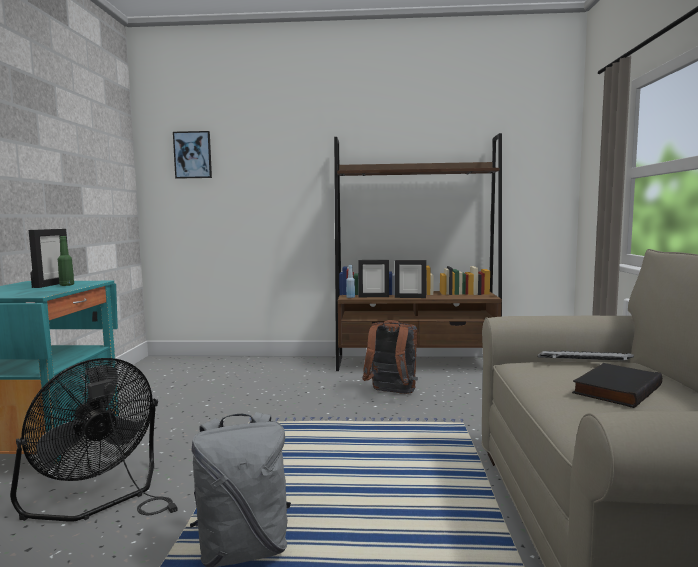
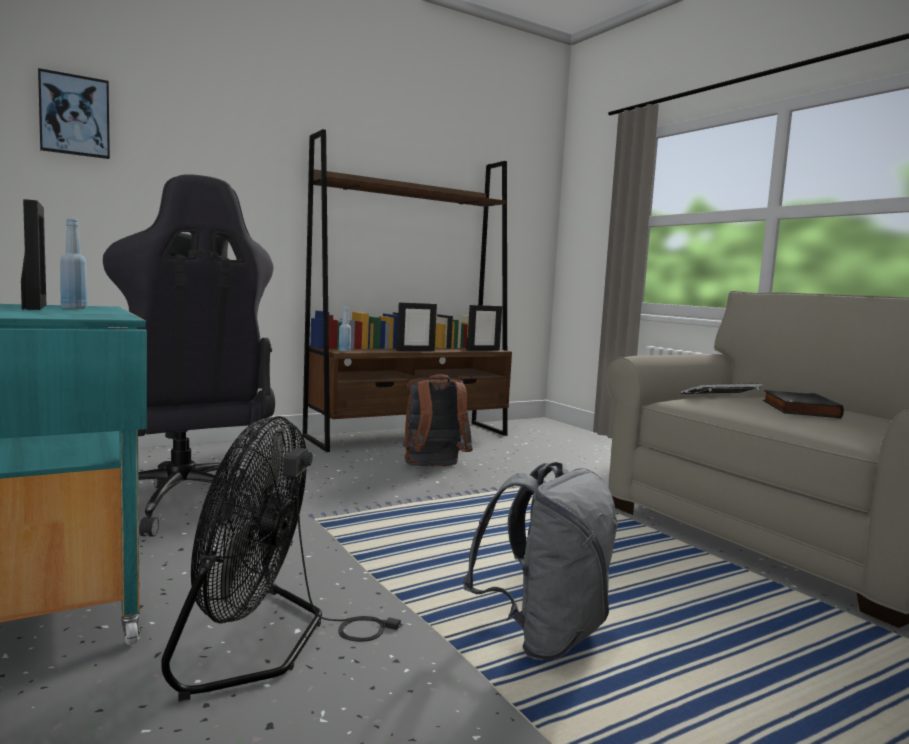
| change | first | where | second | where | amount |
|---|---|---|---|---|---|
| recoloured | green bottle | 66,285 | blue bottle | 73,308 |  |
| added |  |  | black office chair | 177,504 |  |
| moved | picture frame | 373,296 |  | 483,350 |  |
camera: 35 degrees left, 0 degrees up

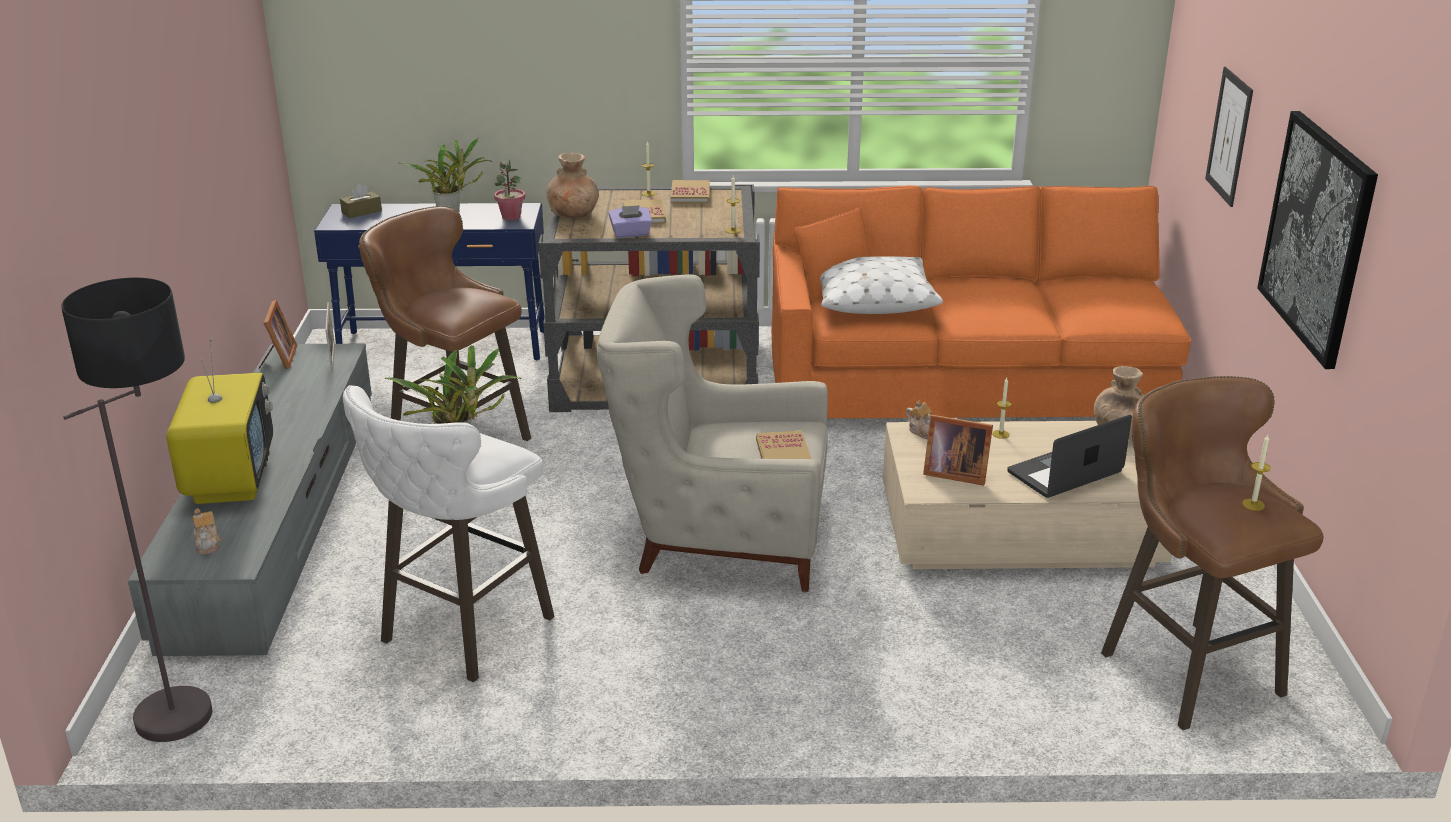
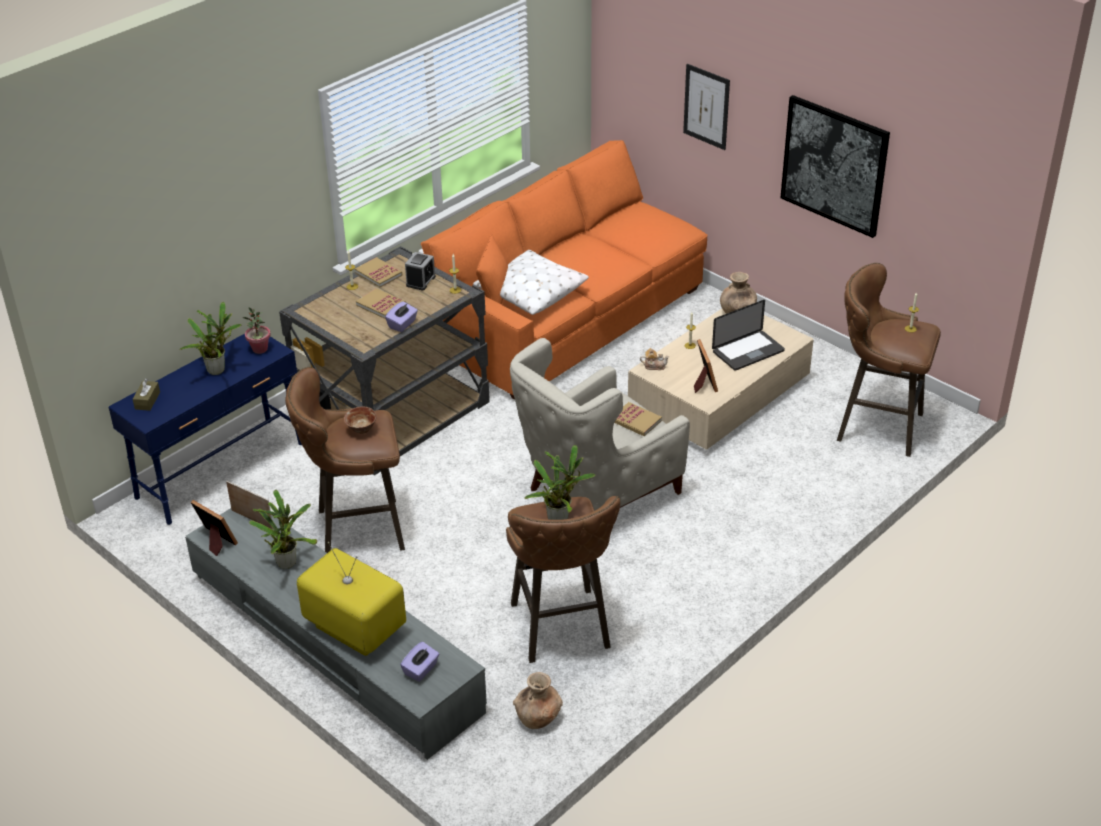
| change | first | where | second | where | amount |
|---|---|---|---|---|---|
| added |  |  | potted plant | 287,561 |  |
| added |  |  | bowl | 362,429 |  |
| replaced | teapot | 208,544 | purple tissue box | 421,670 |  |
| added |  |  | alarm clock | 420,281 |  |
| recoloured | white stool | 462,633 | brown stool | 561,629 |  |
| moved | brown vase | 574,214 |  | 538,717 |  |
| turned | picture frame | 953,473 |  | 703,382 | 75 degrees counterclockwise |
| turned | laptop | 1065,472 |  | 748,351 | 135 degrees counterclockwise |
| removed | black floor lamp | 194,706 |  |  |  |
camera: 45 degrees left, 10 degrees up

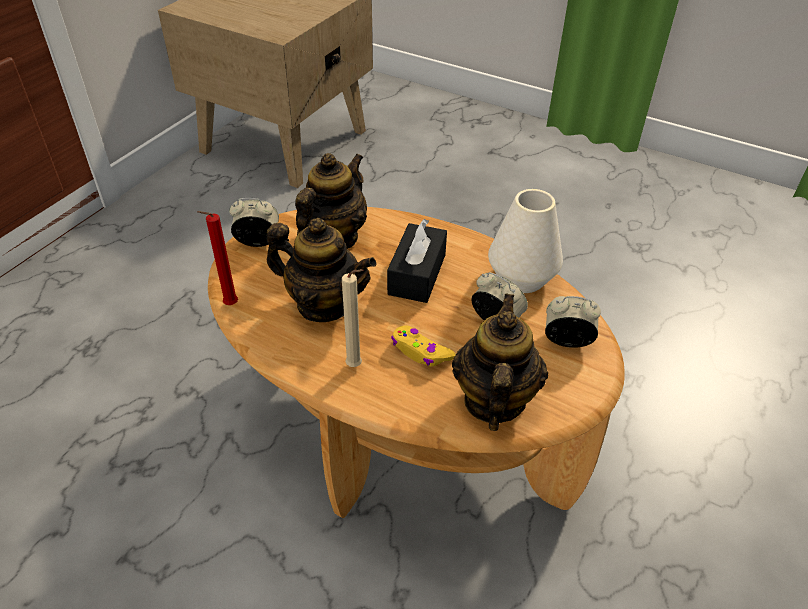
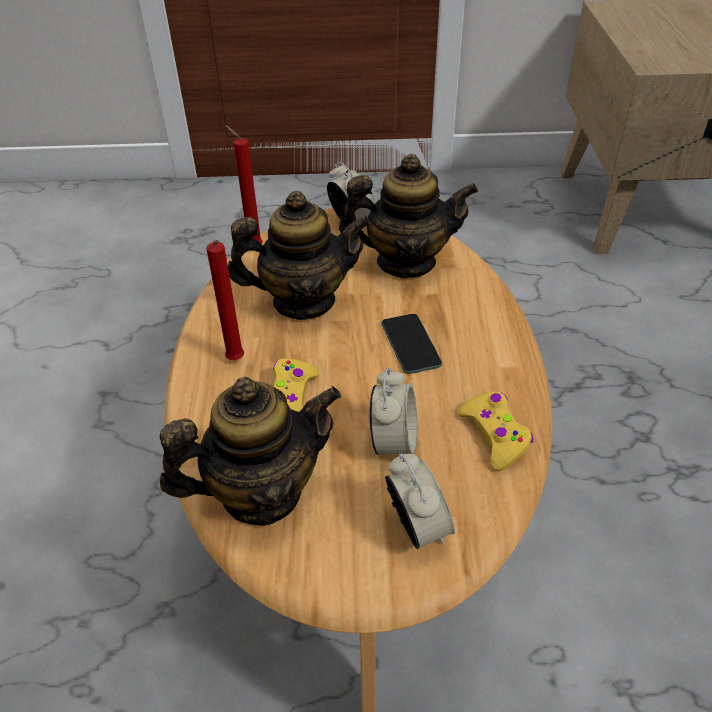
| change | first | where | second | where | amount |
|---|---|---|---|---|---|
| recoloured | beige candle | 356,366 | red candle | 235,361 |  |
| turned | teapot | 324,305 |  | 303,301 | 90 degrees counterclockwise |
| replaced | black tissue box | 417,274 | phone | 410,344 |  |
| replaced | white vase | 521,277 | yellow game controller | 494,435 |  |
camera: 60 degrees right, 0 degrees up

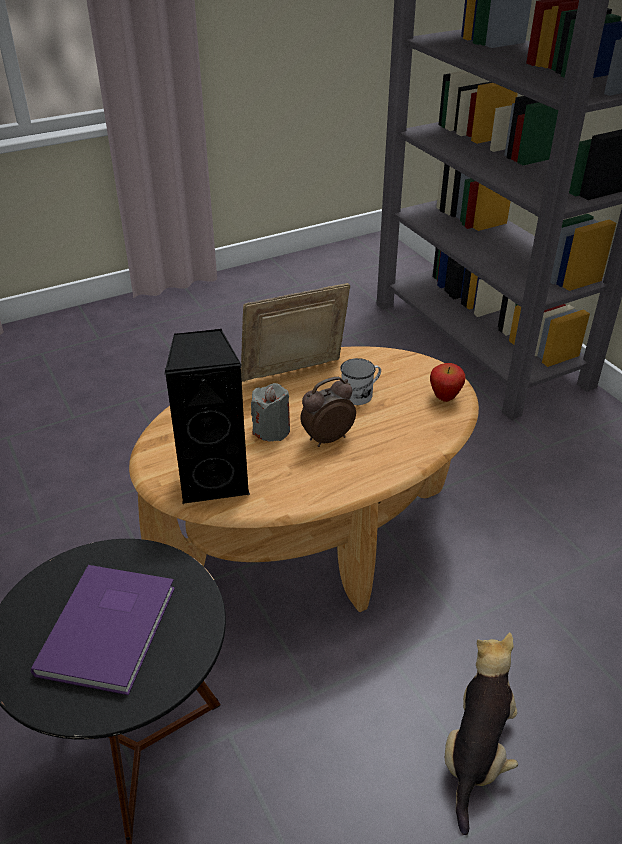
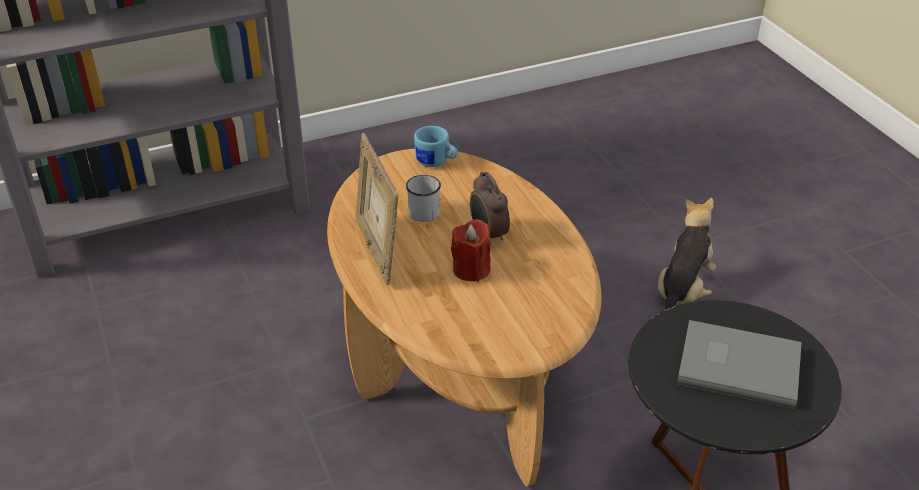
| change | first | where | second | where | amount |
|---|---|---|---|---|---|
| replaced | apple | 444,398 | blue mug | 436,163 |  |
| recoloured | grey candle | 271,430 | red candle | 471,269 |  |
| turned | plush toy | 476,753 |  | 682,293 | 90 degrees clockwise |
| recoloured | purple book | 112,628 | grey book | 737,364 |  |
| removed | black speaker | 214,480 |  |  |  |
camera: 85 degrees left, 0 degrees up

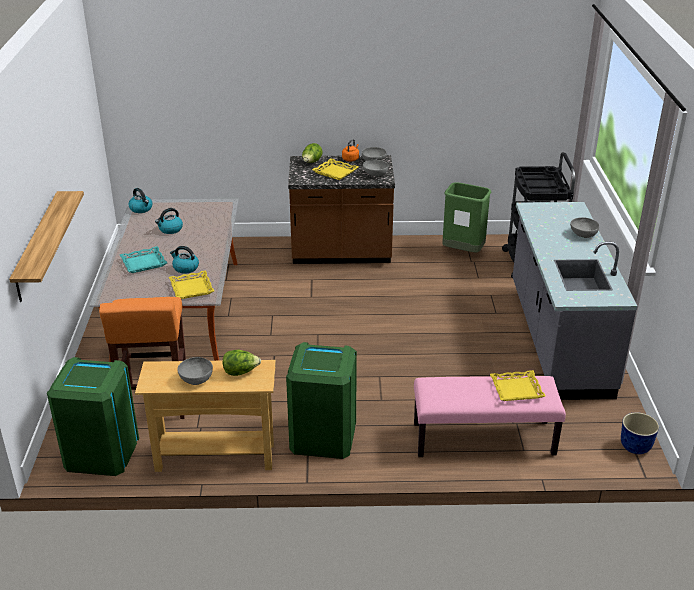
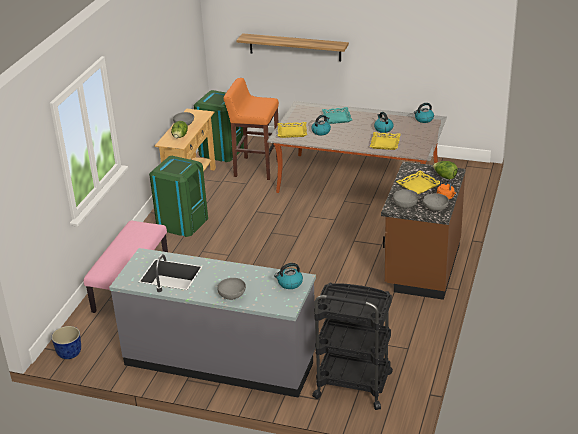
| change | first | where | second | where | amount |
|---|---|---|---|---|---|
| added |  |  | kettle | 289,283 |  |
| moved | yellow tray | 516,389 |  | 385,143 |  |
| removed | green trash can | 463,252 |  |  |  |
camera: 110 degrees right, 0 degrees up

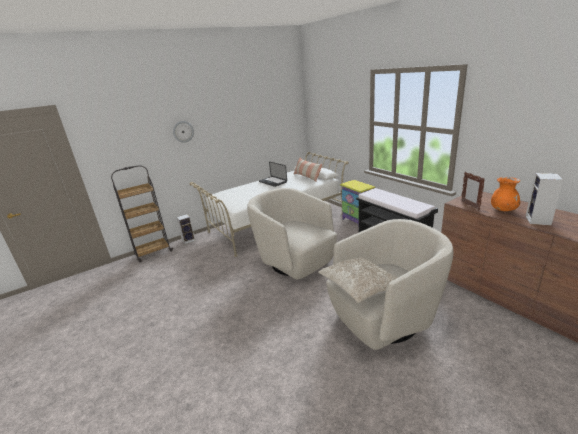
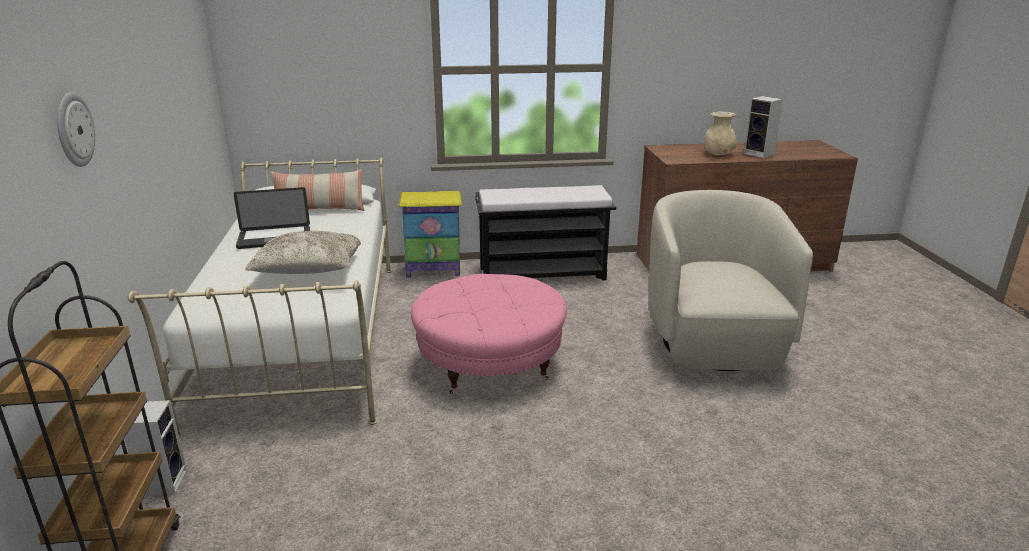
| change | first | where | second | where | amount |
|---|---|---|---|---|---|
| moved | beige pillow | 360,287 |  | 309,269 |  |
| replaced | beige armchair | 295,261 | pink ottoman | 489,362 |  |
| recoloured | orange vase | 503,210 | beige vase | 718,154 |  |
| removed | picture frame | 470,205 |  |  |  |
camera: 65 degrees left, 0 degrees up

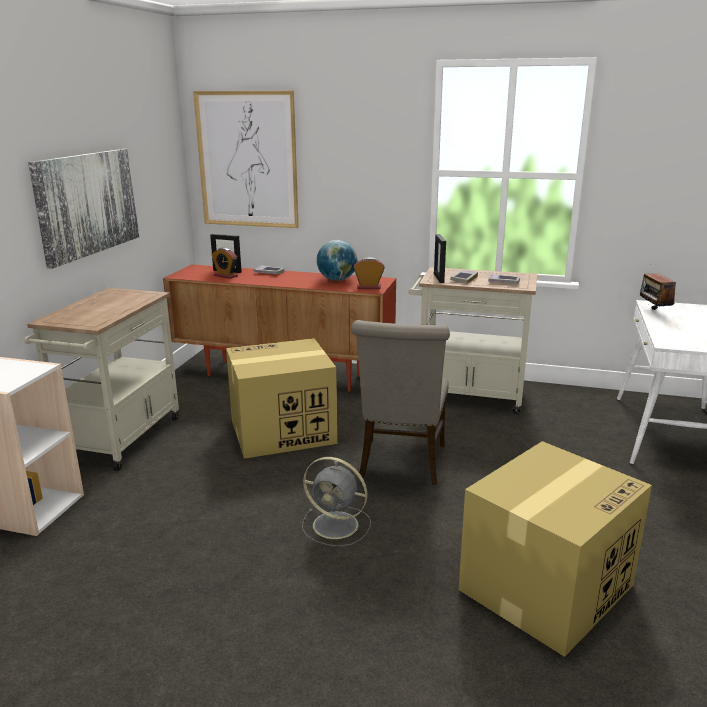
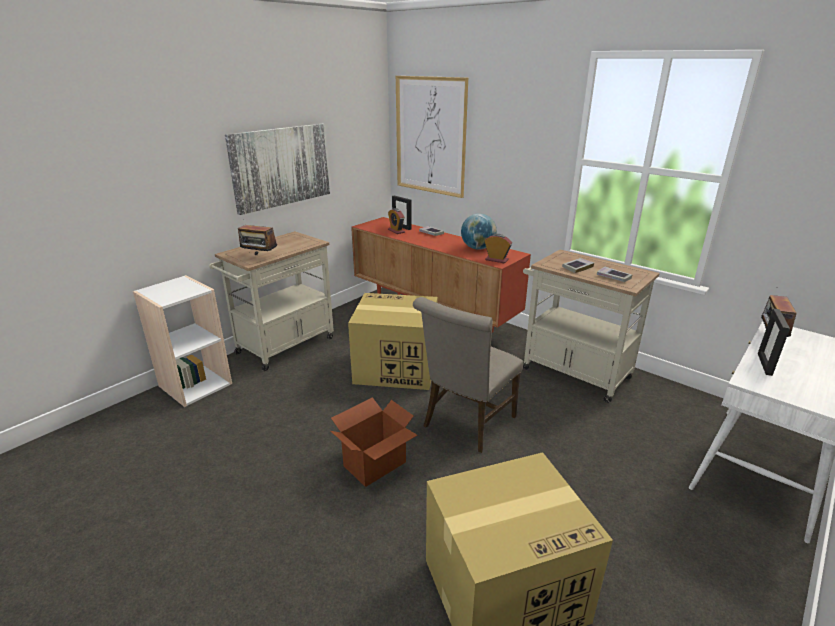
| change | first | where | second | where | amount |
|---|---|---|---|---|---|
| added |  |  | radio | 259,257 |  |
| replaced | grey fan | 337,525 | cardboard box | 375,464 |  |
| moved | picture frame | 439,278 |  | 765,364 |  |
camera: 25 degrees right, 5 degrees up

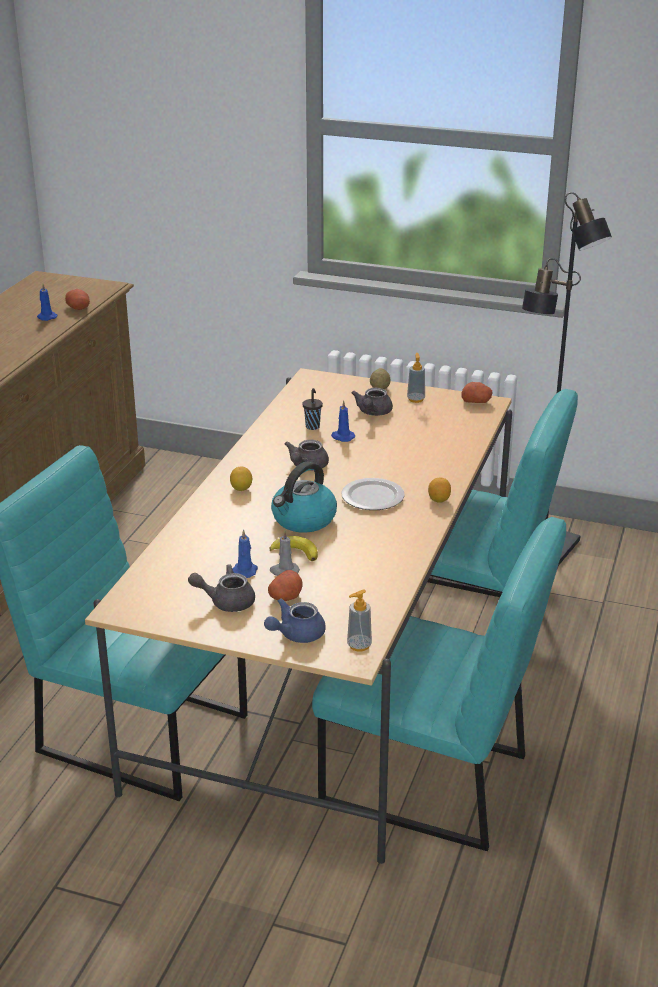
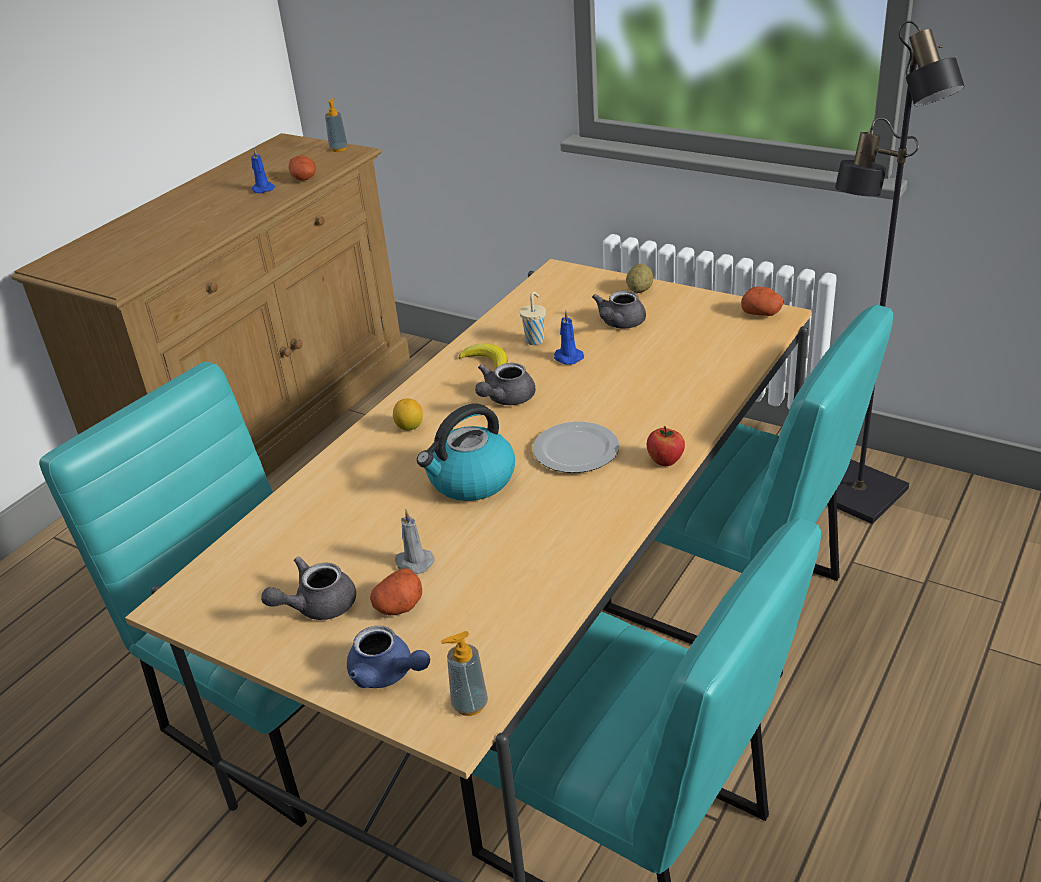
| change | first | where | second | where | amount |
|---|---|---|---|---|---|
| turned | grey teapot | 226,601 |  | 317,606 | 45 degrees counterclockwise |
| moved | soap dispenser | 416,399 |  | 338,149 |  |
| turned | blue teapot | 296,634 |  | 387,674 | 120 degrees counterclockwise |
| moved | banana | 296,551 |  | 487,361 |  |
| recoloured | black cup | 312,426 | beige cup | 535,340 |  |
| replaced | lemon | 439,500 | apple | 665,461 |  |
| removed | blue candle | 245,570 |  |  |  |
camera: 15 degrees right, 5 degrees up

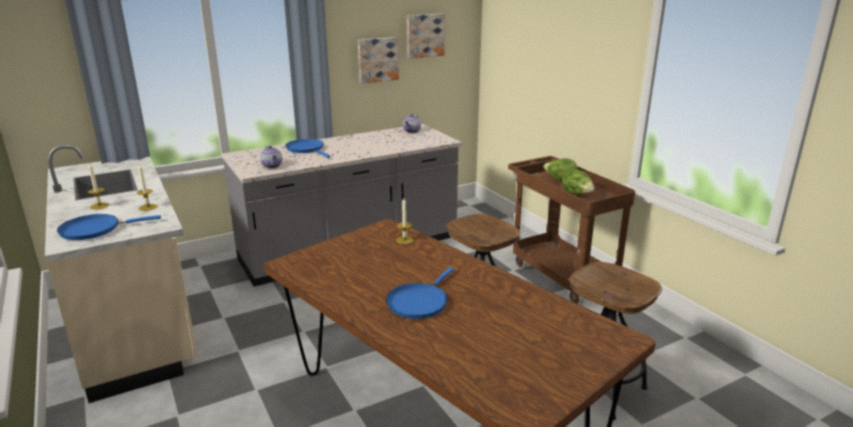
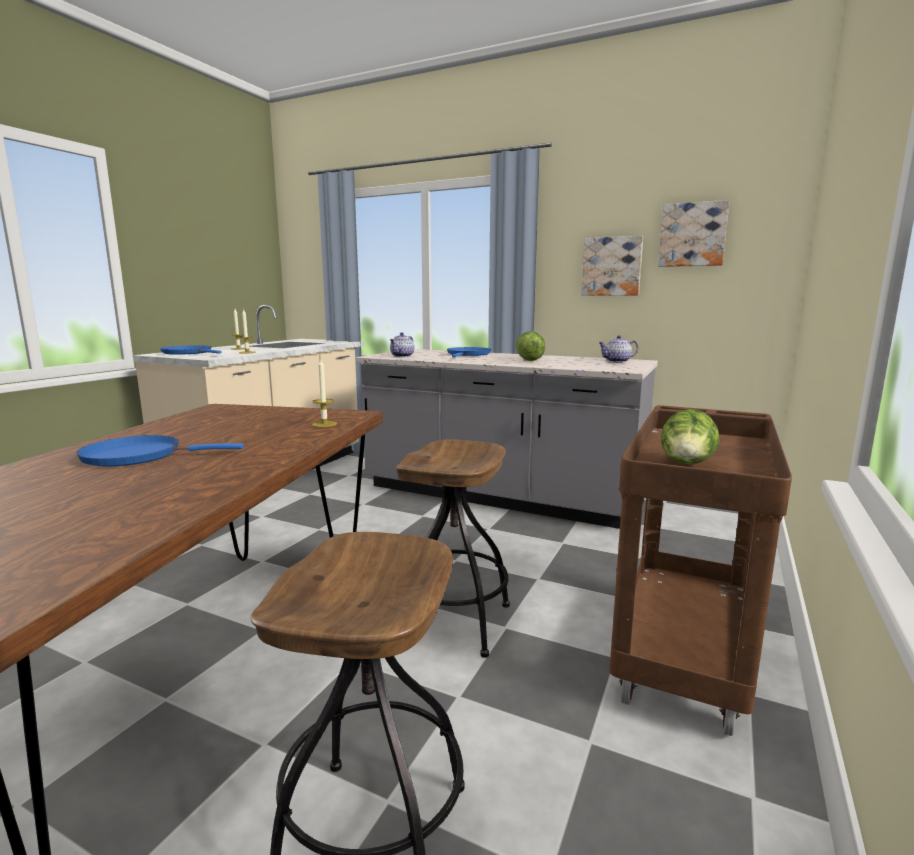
| change | first | where | second | where | amount |
|---|---|---|---|---|---|
| moved | lettuce | 560,180 |  | 529,360 |  |
camera: 55 degrees right, 10 degrees down

